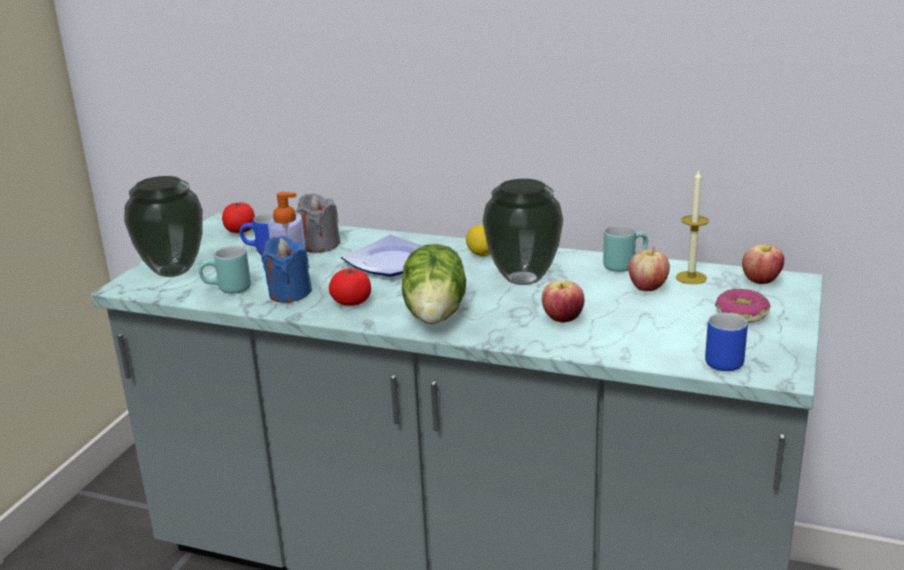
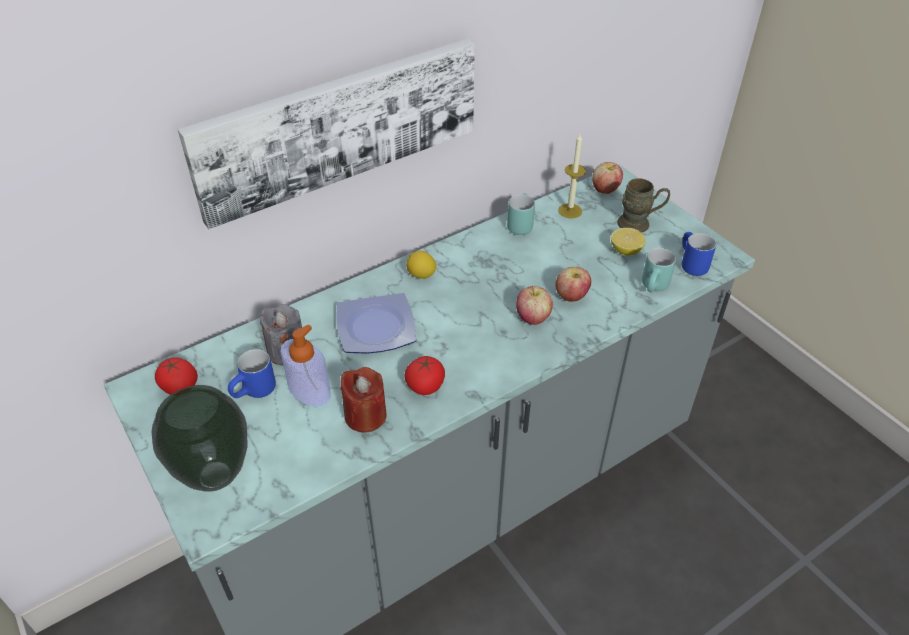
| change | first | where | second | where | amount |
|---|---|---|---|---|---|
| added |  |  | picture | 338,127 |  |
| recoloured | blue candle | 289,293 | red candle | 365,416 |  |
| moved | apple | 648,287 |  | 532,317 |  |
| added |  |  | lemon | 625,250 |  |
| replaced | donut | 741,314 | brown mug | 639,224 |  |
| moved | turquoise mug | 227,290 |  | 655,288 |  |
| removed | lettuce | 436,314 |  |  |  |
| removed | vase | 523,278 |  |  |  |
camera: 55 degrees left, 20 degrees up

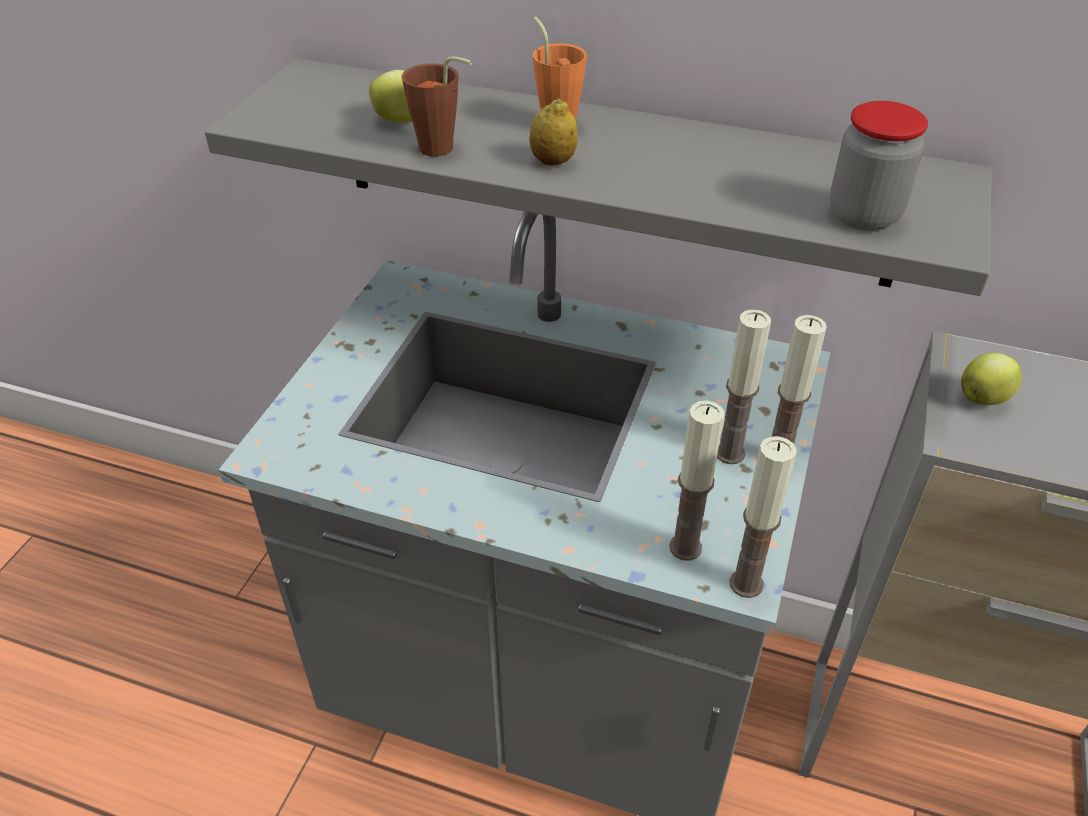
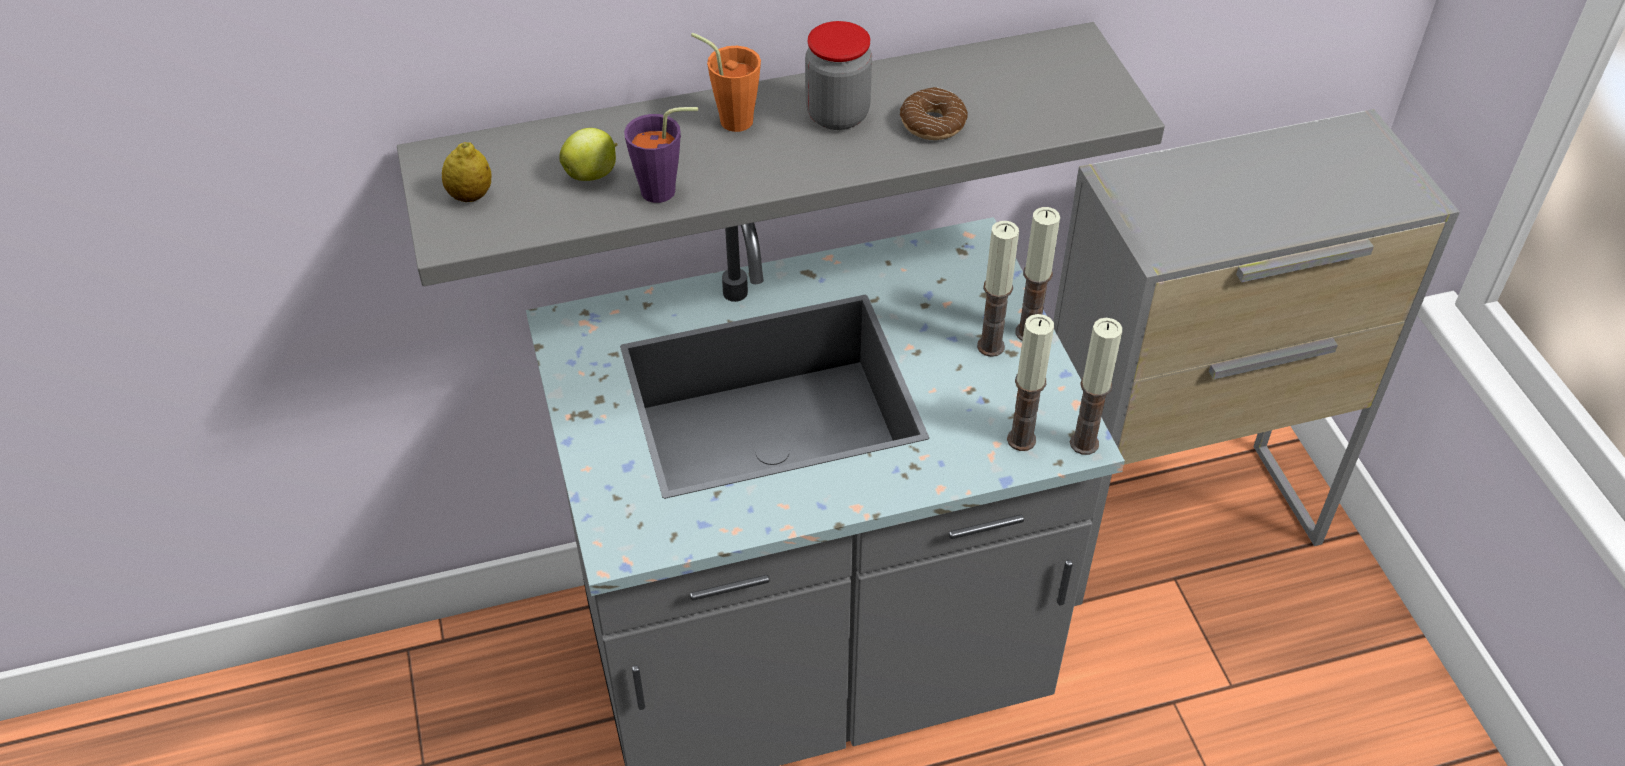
| change | first | where | second | where | amount |
|---|---|---|---|---|---|
| moved | lemon | 553,161 |  | 470,196 |  |
| recoloured | brown cup | 442,150 | purple cup | 666,191 |  |
| moved | jar | 863,215 |  | 837,115 |  |
| added |  |  | donut | 932,123 |  |
| removed | apple | 983,398 |  |  |  |
camera: 35 degrees left, 5 degrees up

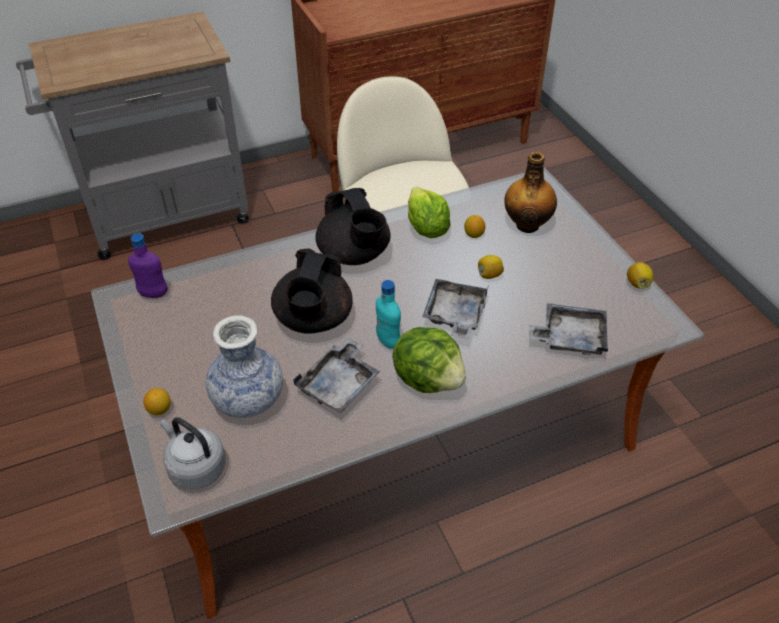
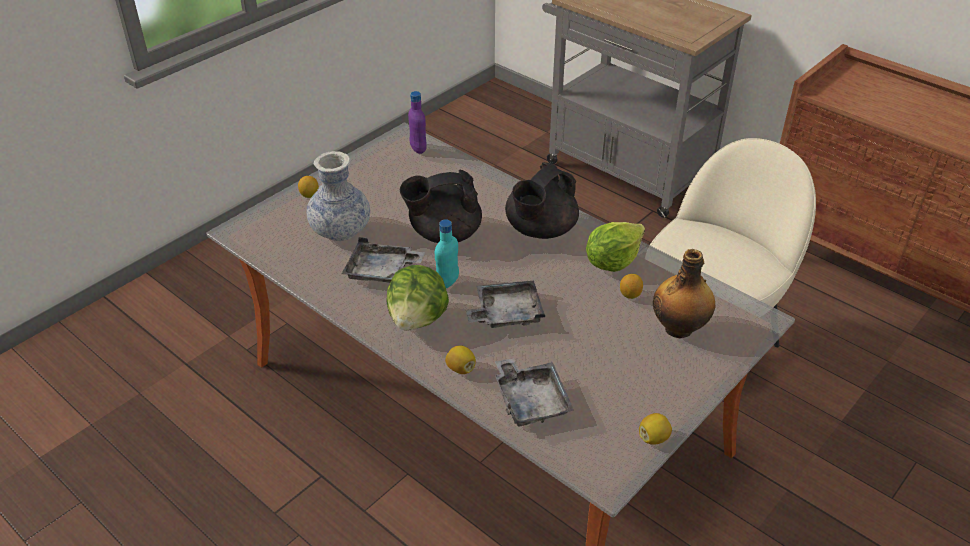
| change | first | where | second | where | amount |
|---|---|---|---|---|---|
| moved | lemon | 489,275 |  | 460,368 |  |
| removed | grey kettle | 195,467 |  |  |  |
camera: 65 degrees right, 5 degrees down

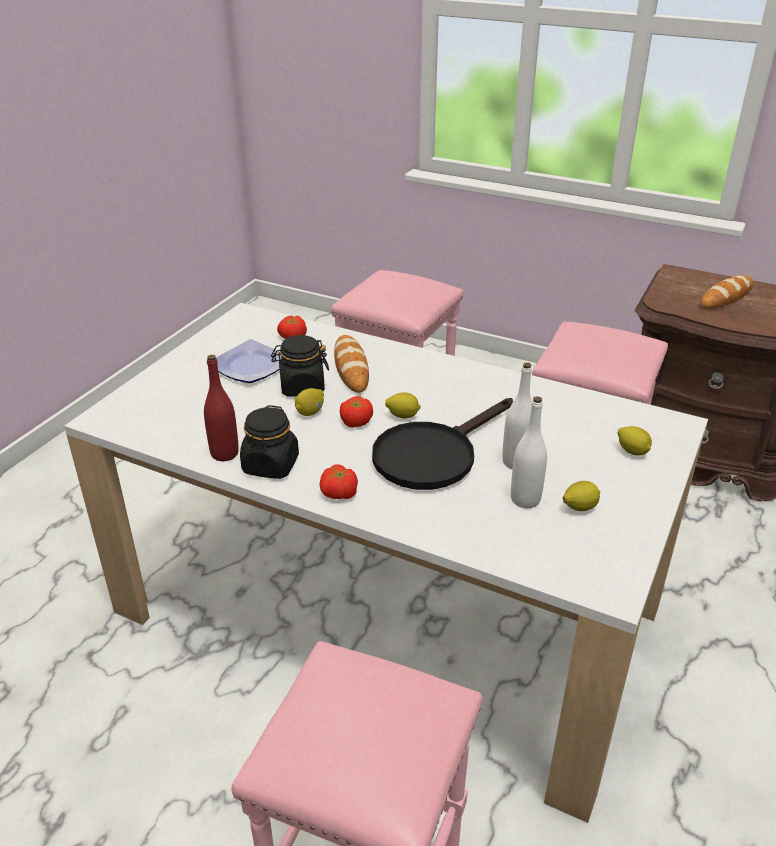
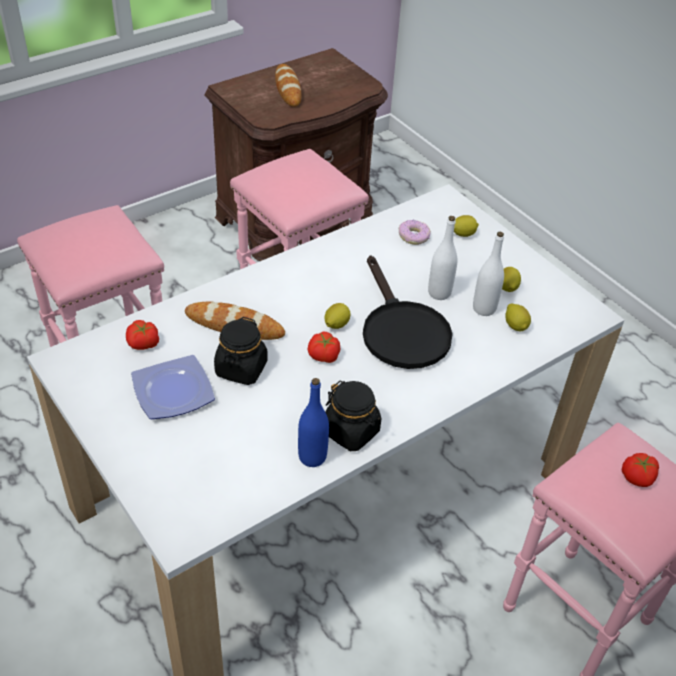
| change | first | where | second | where | amount |
|---|---|---|---|---|---|
| recoloured | red bottle | 224,454 | blue bottle | 312,457 |  |
| added |  |  | donut | 414,236 |  |
| moved | lemon | 310,412 |  | 515,326 |  |
| moved | tomato | 339,493 |  | 638,477 |  |
camera: 65 degrees left, 10 degrees up

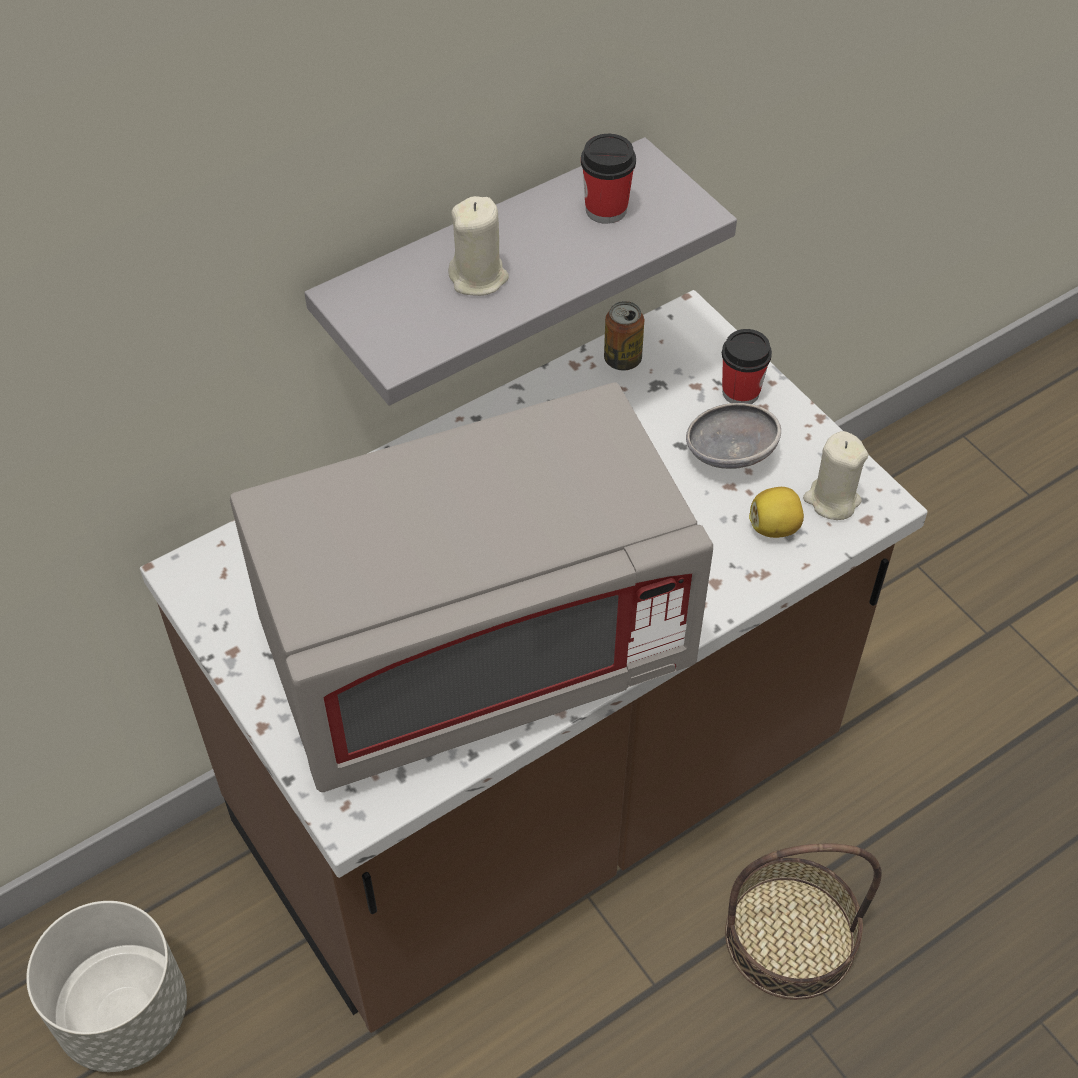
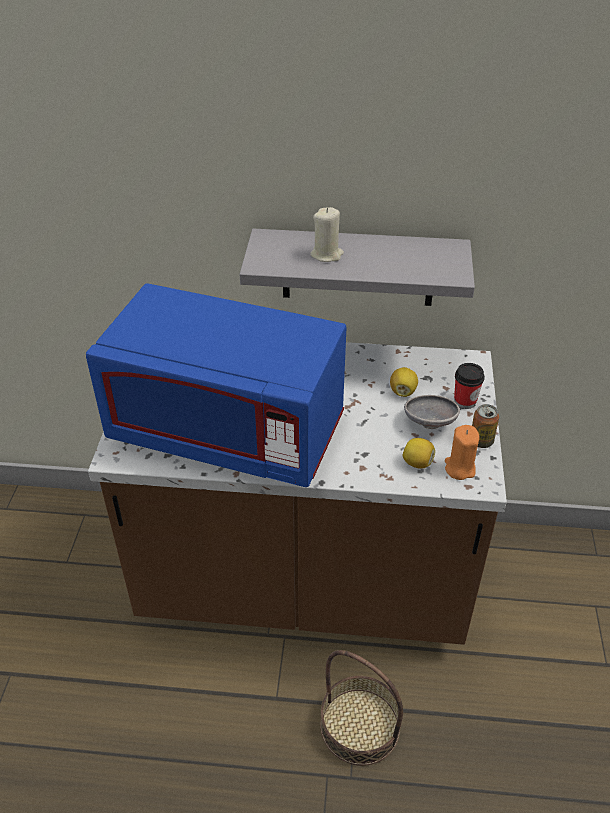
| change | first | where | second | where | amount |
|---|---|---|---|---|---|
| recoloured | grey microwave | 477,654 | blue microwave | 228,432 |  |
| added |  |  | lemon | 403,391 |  |
| recoloured | beige candle | 831,500 | orange candle | 459,468 |  |
| moved | can | 622,359 |  | 481,441 |  |
| removed | grey planter | 123,1014 |  |  |  |
| removed | cup | 606,209 |  |  |  |
camera: 40 degrees right, 10 degrees down

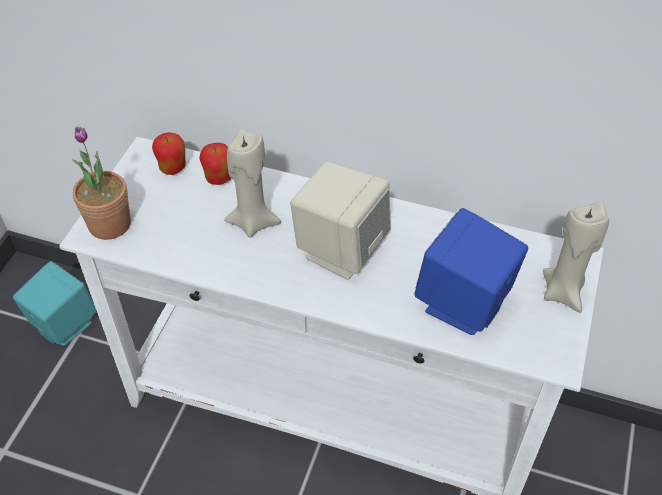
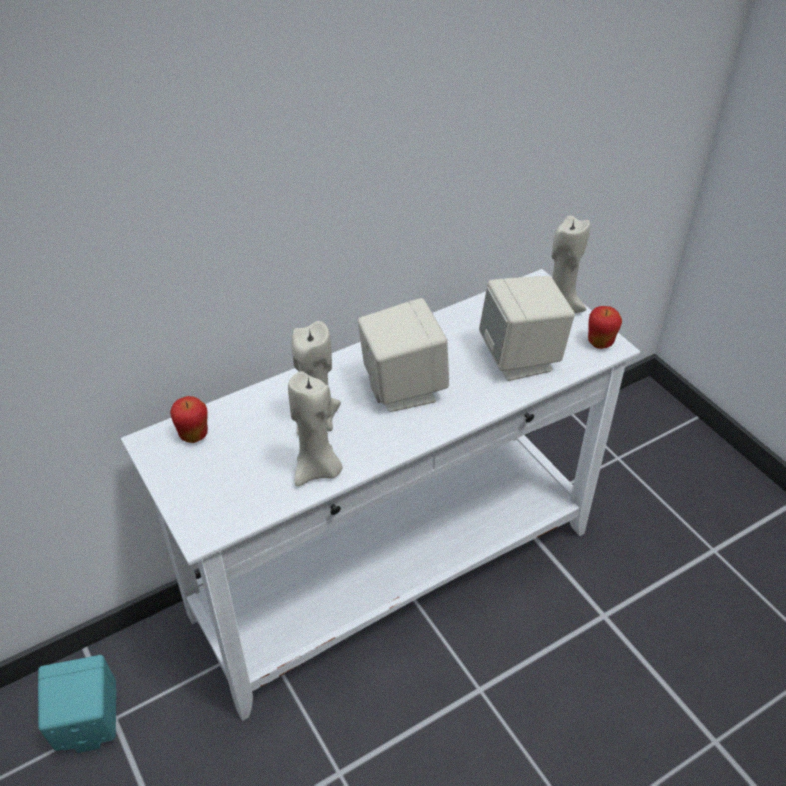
| change | first | where | second | where | amount |
|---|---|---|---|---|---|
| added |  |  | beige candle | 317,470 |  |
| recoloured | blue speaker | 463,304 | beige speaker | 521,358 |  |
| moved | apple | 219,179 |  | 600,343 |  |
| removed | potted plant | 109,224 |  |  |  |
camera: 50 degrees left, 5 degrees down

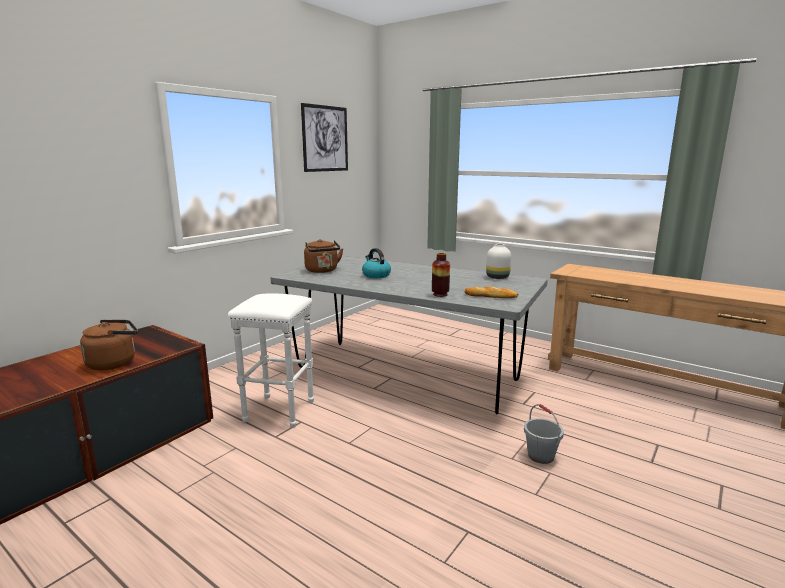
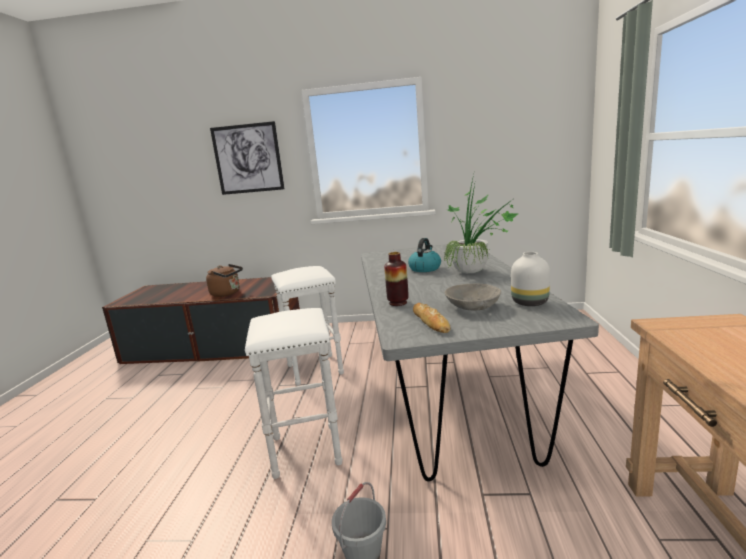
| change | first | where | second | where | amount |
|---|---|---|---|---|---|
| moved | picture | 325,138 |  | 248,159 |  |
| added |  |  | white stool | 304,449 |  |
| added |  |  | potted plant | 476,273 |  |
| added |  |  | grey bowl | 472,307 |  |
| removed | brown kettle | 322,271 |  |  |  |
camera: 60 degrees right, 0 degrees up

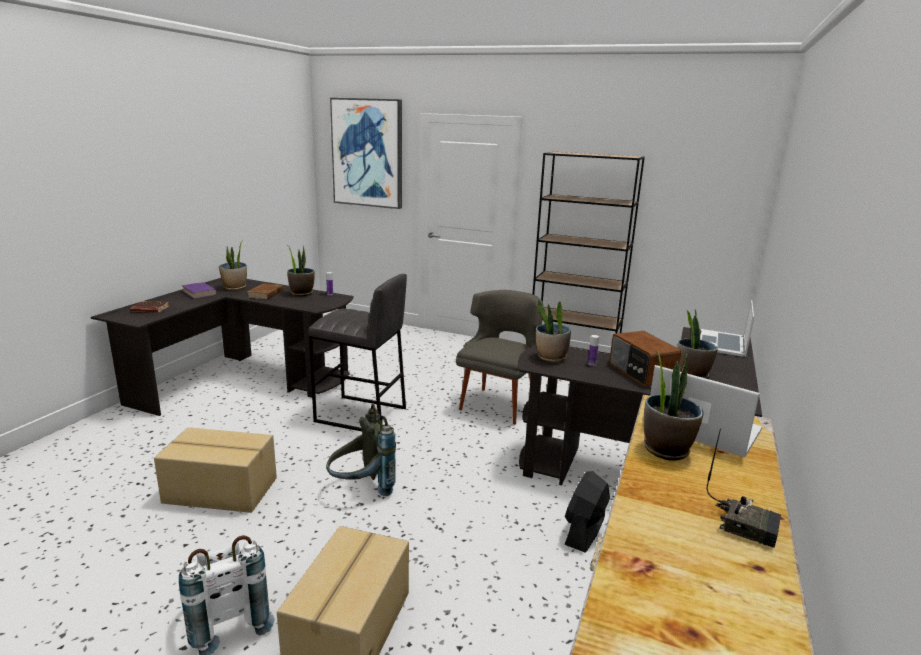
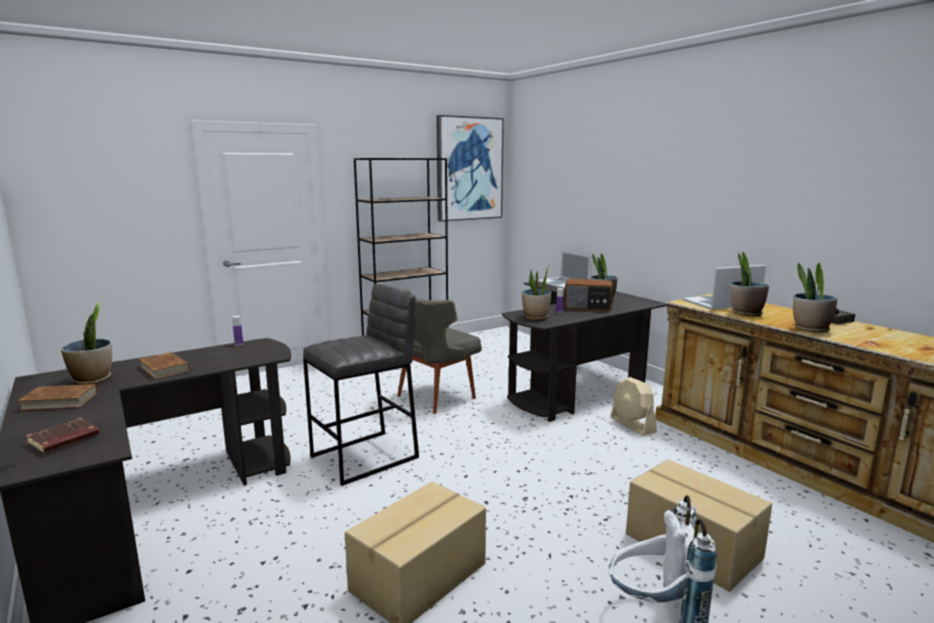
| change | first | where | second | where | amount |
|---|---|---|---|---|---|
| recoloured | purple book | 199,293 | brown book | 59,401 |  |
| turned | grey chair | 497,406 |  | 436,397 | 105 degrees counterclockwise |
| moved | picture | 367,153 |  | 469,169 |  |
| recoloured | black fan | 584,531 | beige fan | 632,425 |  |
| moved | potted plant | 301,293 |  | 810,329 |  |
| removed | grey backpack | 361,489 |  |  |  |
camera: 55 degrees left, 5 degrees down

